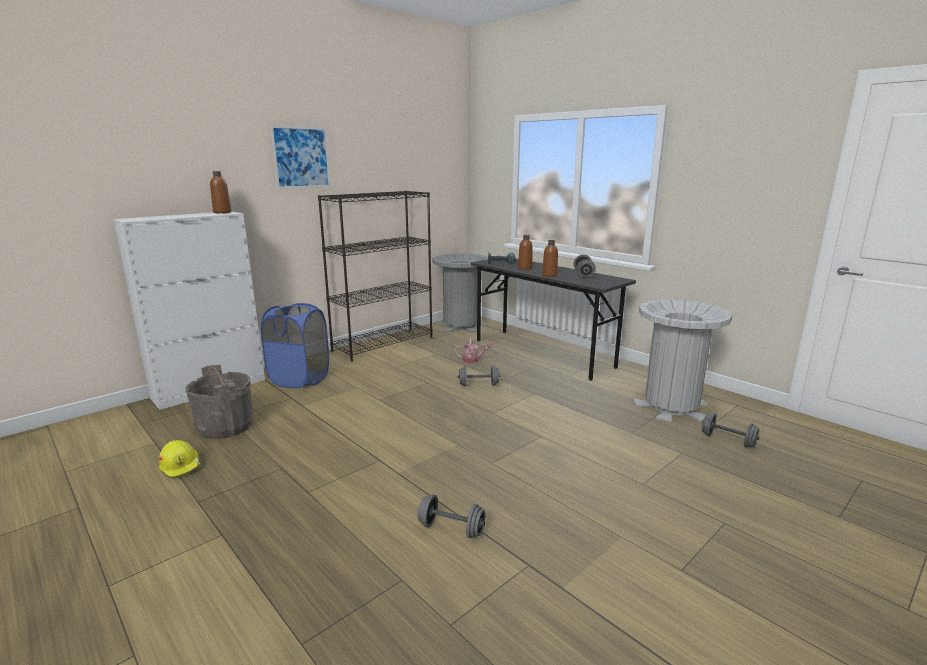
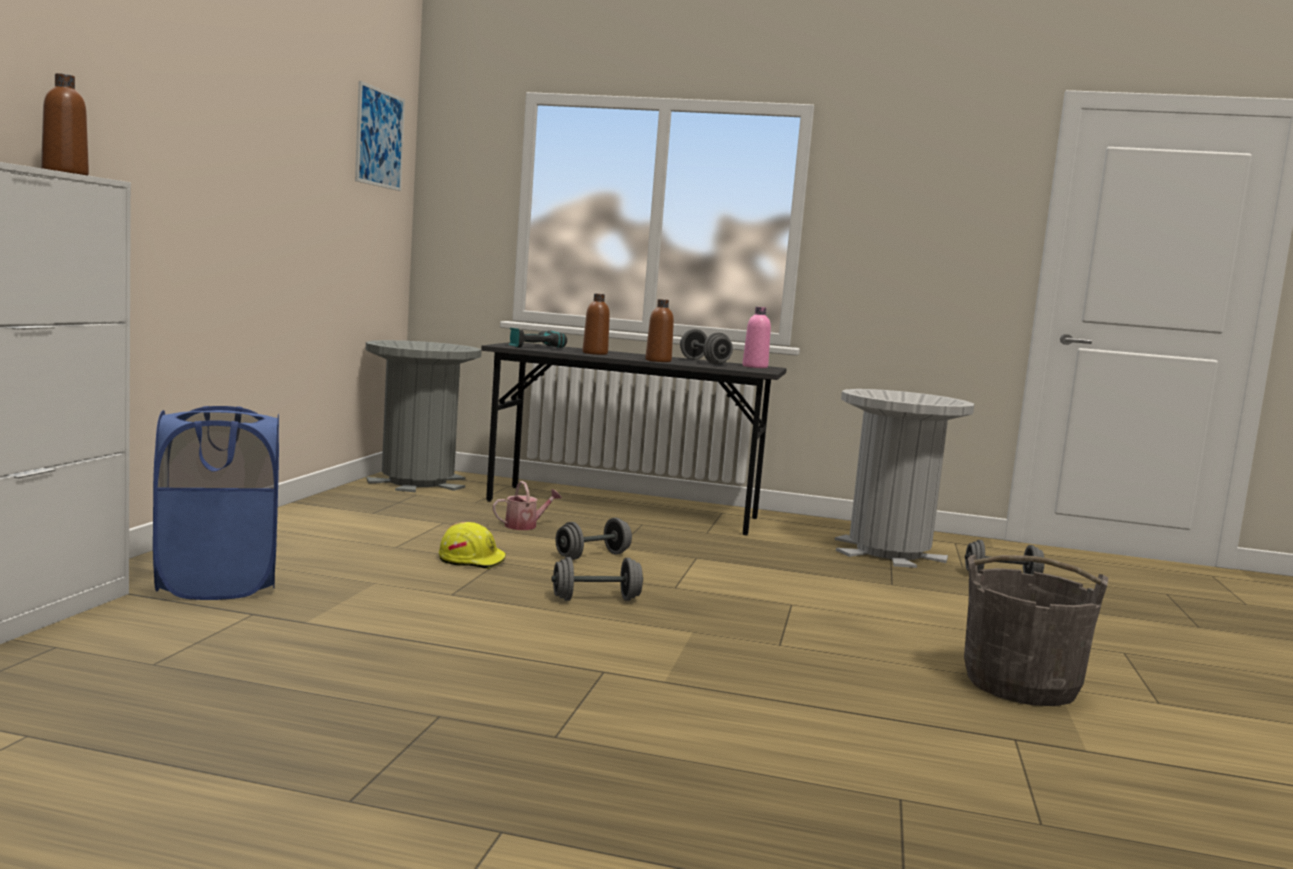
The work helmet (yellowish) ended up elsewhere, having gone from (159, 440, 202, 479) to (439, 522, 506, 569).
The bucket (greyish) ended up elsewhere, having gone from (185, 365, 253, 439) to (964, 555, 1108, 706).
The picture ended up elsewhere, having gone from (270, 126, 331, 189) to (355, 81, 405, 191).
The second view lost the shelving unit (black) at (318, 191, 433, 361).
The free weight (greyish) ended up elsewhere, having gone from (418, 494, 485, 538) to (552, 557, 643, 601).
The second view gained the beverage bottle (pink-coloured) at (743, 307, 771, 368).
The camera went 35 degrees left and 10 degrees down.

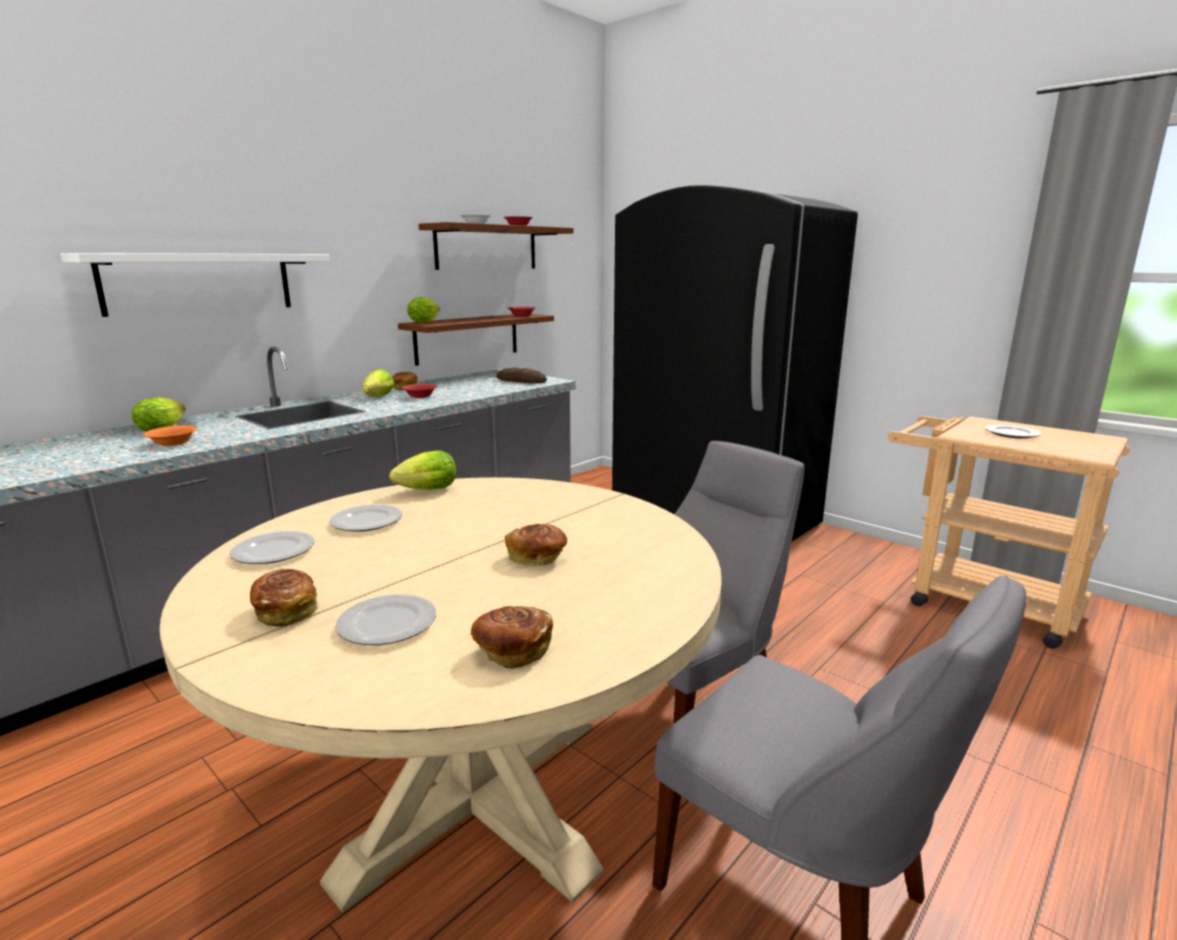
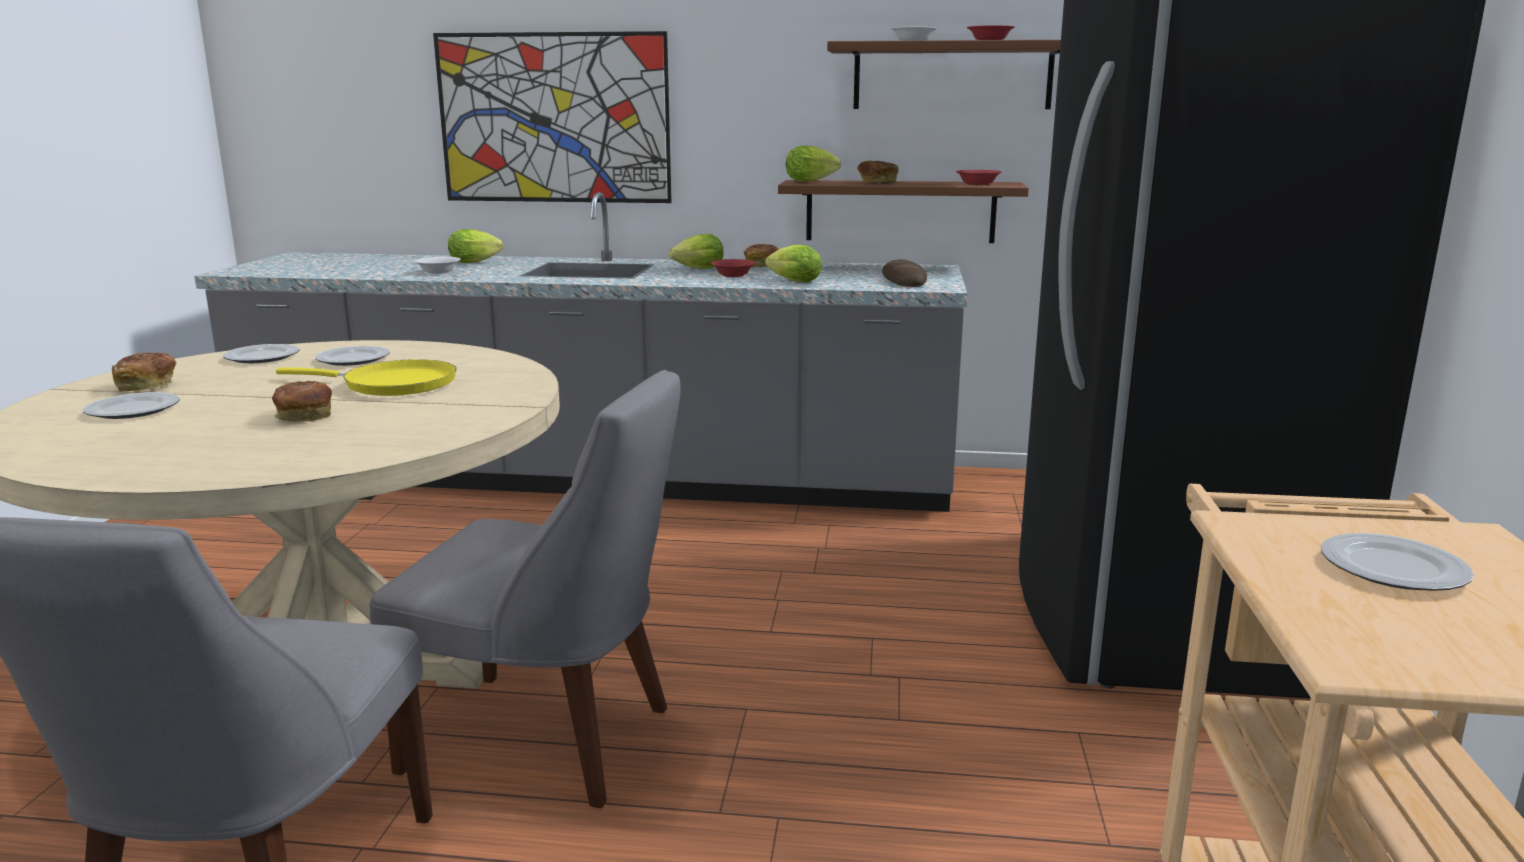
Where the bracket shelf (white-coloured) hung at (60, 253, 330, 317), the picture came to hang at (433, 31, 672, 203).
What was the deep dish (orange-coloured) at (143, 425, 197, 446) turned into the deep dish (white-coloured) at (414, 257, 461, 274).
The lettuce ended up elsewhere, having gone from (389, 451, 456, 490) to (765, 245, 822, 283).
The baked bread ended up elsewhere, having gone from (471, 606, 553, 669) to (857, 161, 899, 184).
The second view gained the skillet (yellowish) at (276, 359, 457, 396).
The camera went 55 degrees right and 0 degrees up.

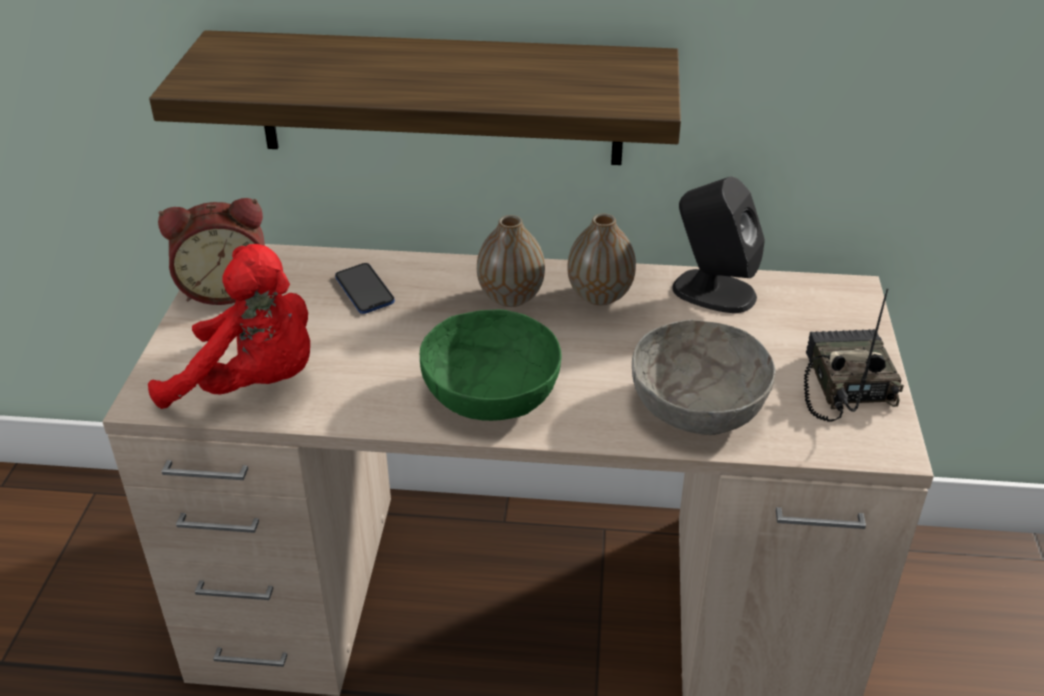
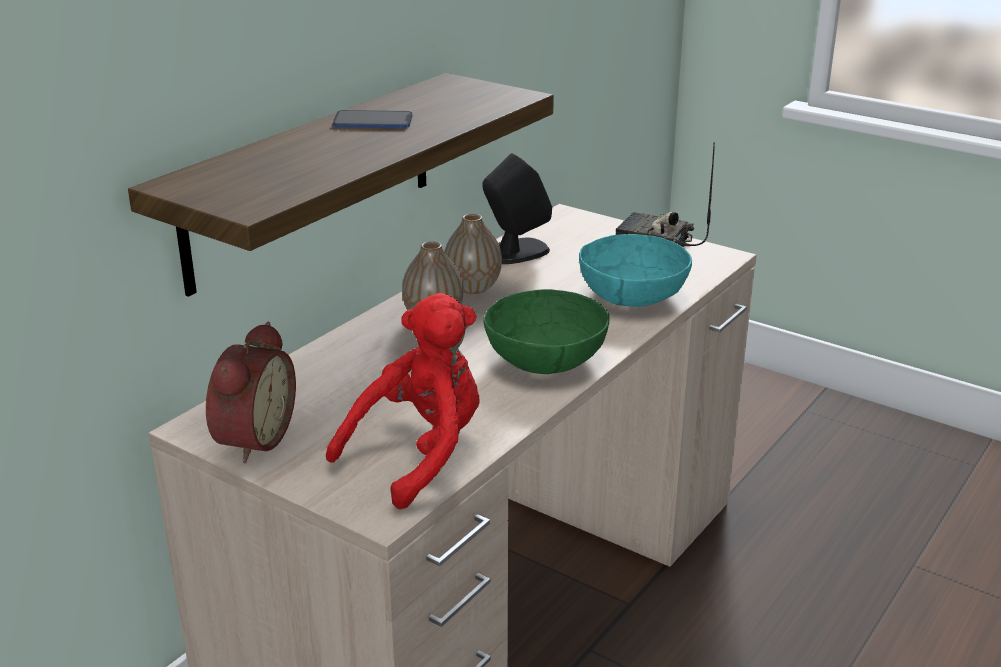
The telephone ended up elsewhere, having gone from (335, 263, 395, 314) to (333, 110, 412, 128).
What was the deep dish (greyish) at (632, 320, 776, 435) turned into the deep dish (blue-green) at (579, 234, 692, 307).
The camera went 60 degrees left and 10 degrees down.

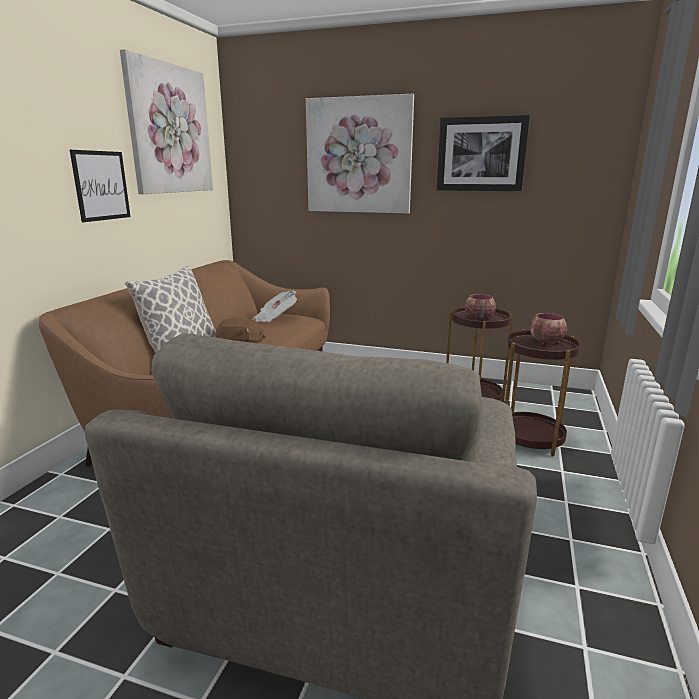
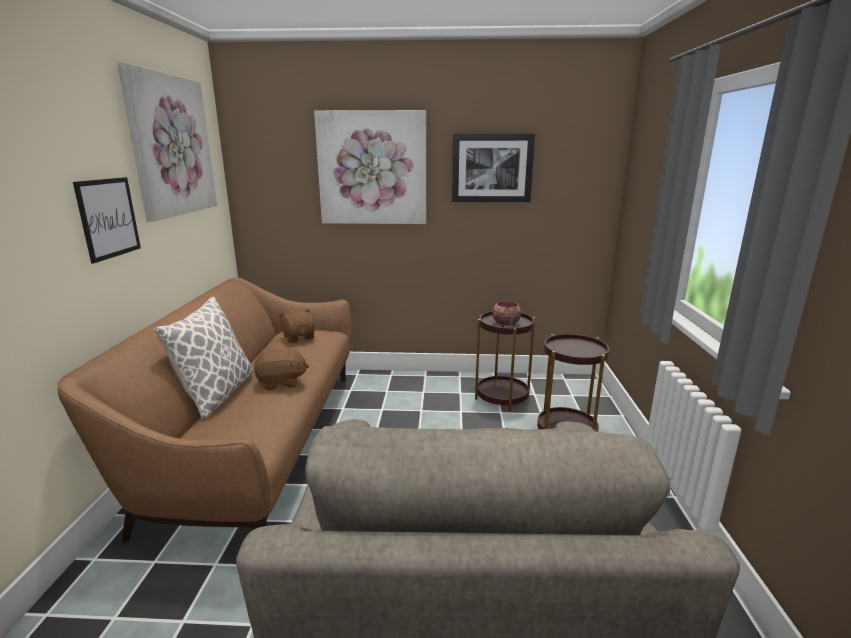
Where the printed paper stood at (252, 291, 297, 322), the soft toy (brown) came to stand at (278, 309, 315, 343).
The second view lost the deep dish at (529, 313, 567, 345).
The camera went 15 degrees left and 0 degrees up.

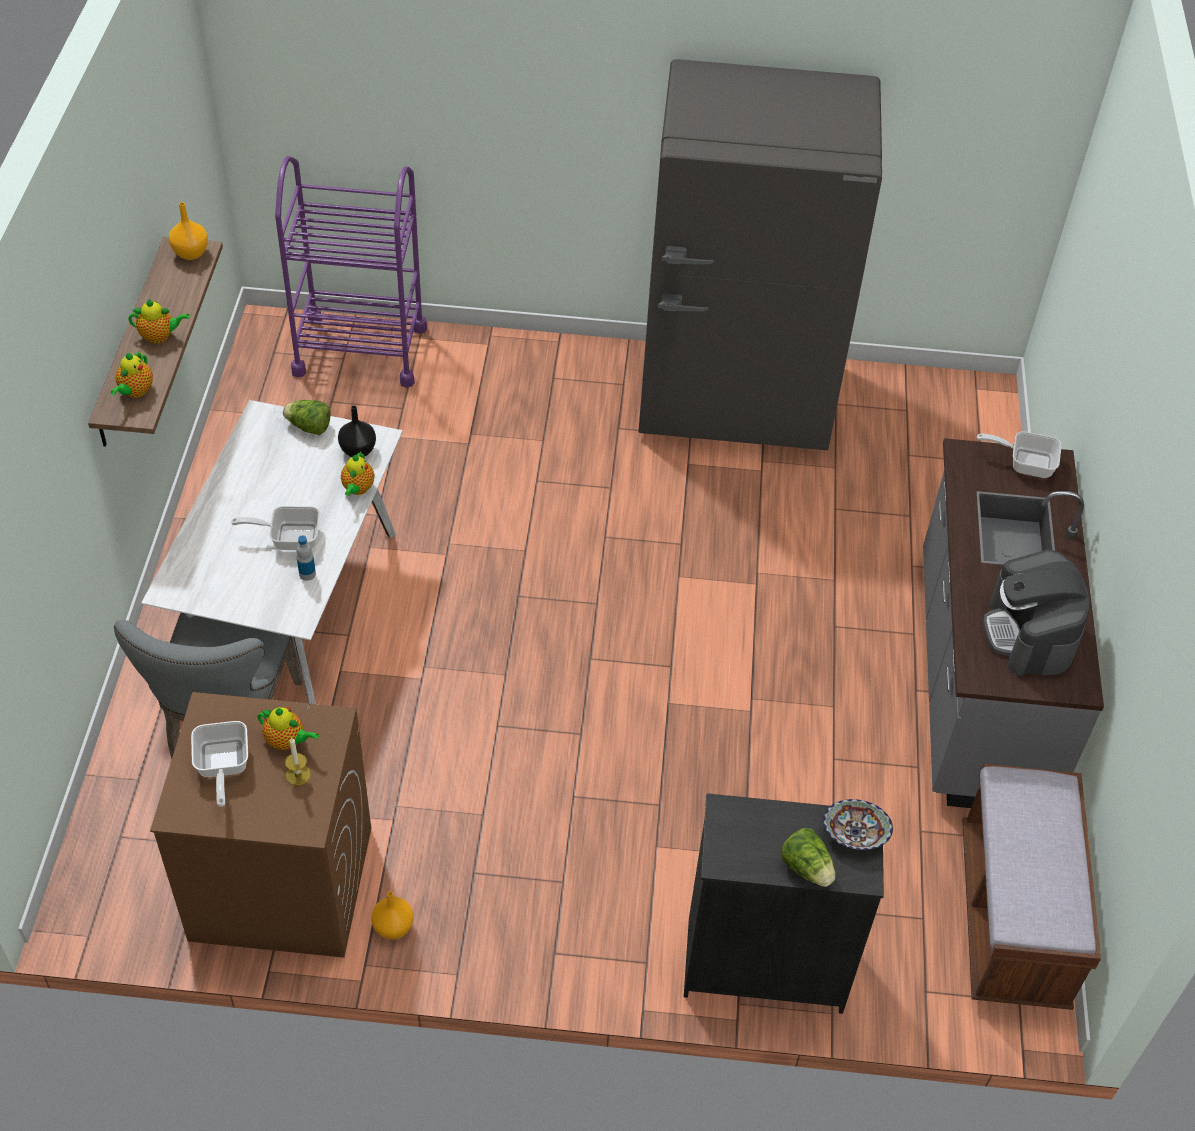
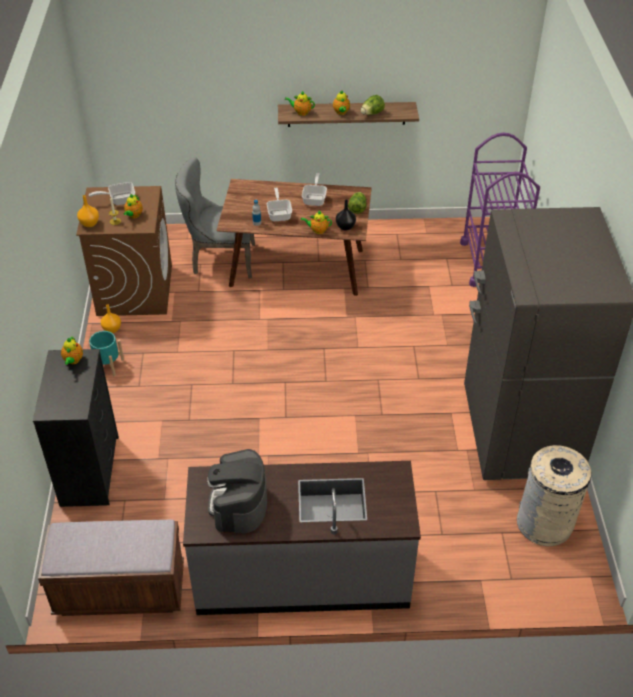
What was the kitchen table (white-coloured) at (141, 400, 403, 704) turned into the kitchen table (brown) at (216, 179, 372, 296).
The flower vase (orange-coloured) ended up elsewhere, having gone from (169, 202, 208, 260) to (77, 195, 99, 227).
The lettuce ended up elsewhere, having gone from (781, 828, 835, 887) to (361, 95, 385, 115).
The second view lost the deep dish at (823, 799, 893, 850).
The skillet ended up elsewhere, having gone from (977, 431, 1062, 478) to (302, 173, 327, 206).
The coffee brewer at (983, 549, 1090, 676) ended up facing another way, 75 degrees counterclockwise from before.
The second view gained the pot for tea at (61, 337, 83, 365).
The second view gained the planter (blue-green) at (89, 331, 124, 376).
The second view gained the waste bin (beige) at (517, 445, 592, 546).
The camera went 85 degrees right and 5 degrees down.

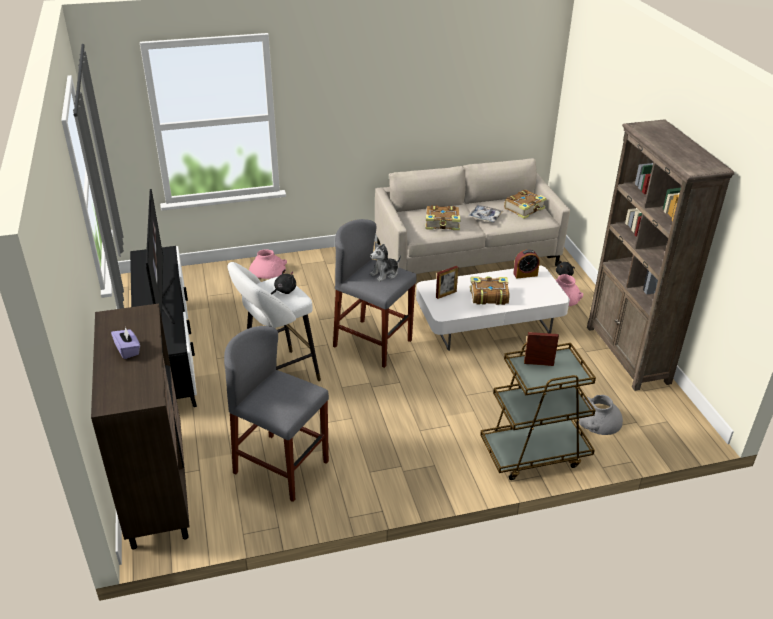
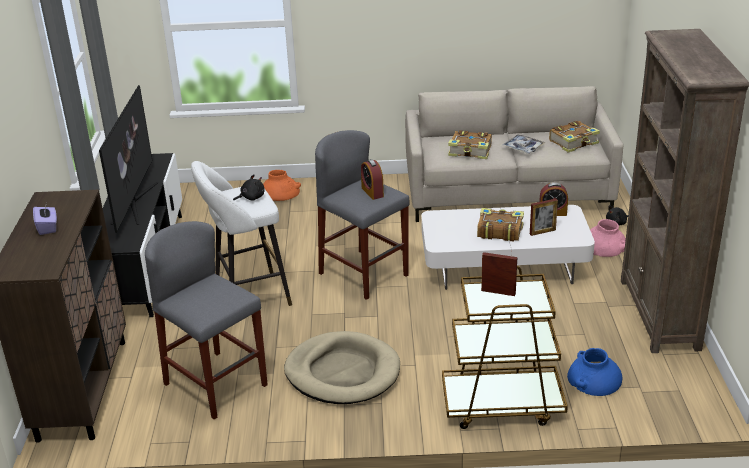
What was the flower vase (pink-coloured) at (249, 249, 287, 279) turned into the flower vase (orange-coloured) at (263, 170, 301, 201).
Where the soft toy stood at (370, 242, 401, 282), the table clock came to stand at (361, 159, 384, 200).
The photo frame ended up elsewhere, having gone from (436, 266, 458, 299) to (530, 199, 558, 236).
What was the flower vase (greyish) at (579, 395, 623, 435) turned into the flower vase (blue-coloured) at (567, 348, 622, 396).
The second view gained the pet bed (beige) at (284, 331, 400, 404).
The camera went 15 degrees right and 5 degrees down.

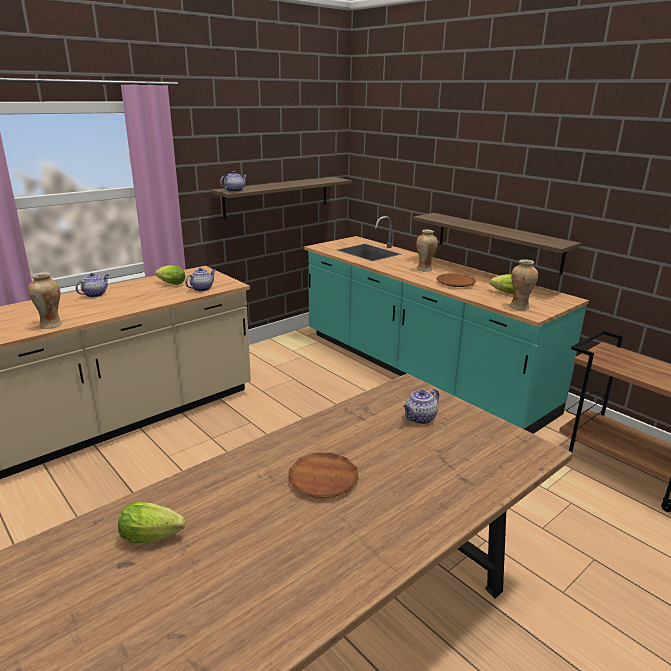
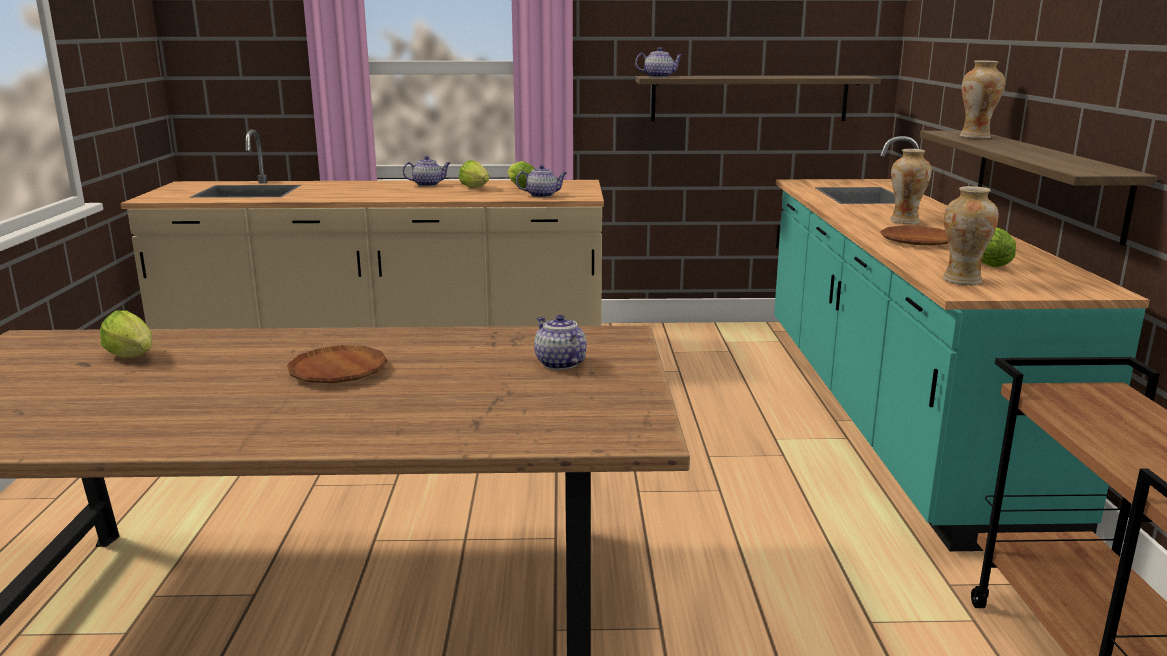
The flower vase ended up elsewhere, having gone from (28, 272, 62, 329) to (959, 60, 1005, 139).
The pot for tea at (403, 389, 439, 424) ended up facing another way, 60 degrees clockwise from before.
The second view gained the lettuce at (459, 160, 489, 188).
The camera went 40 degrees right and 5 degrees down.

